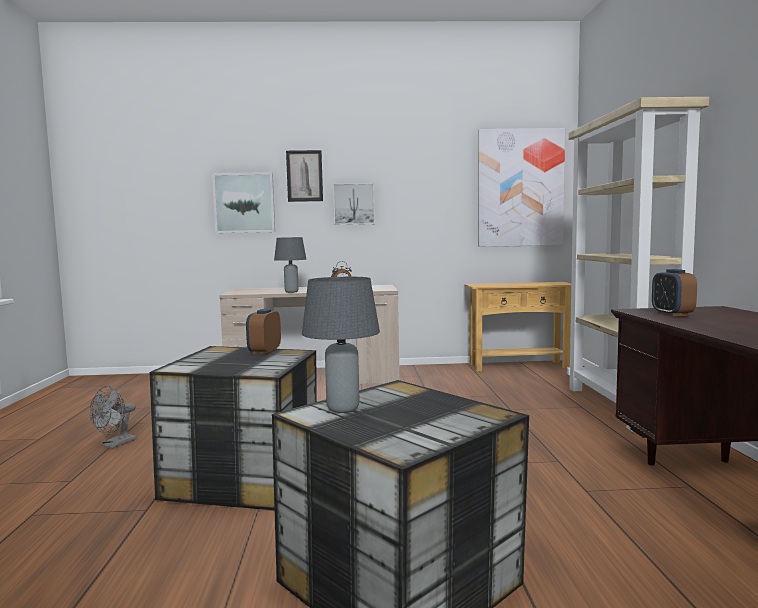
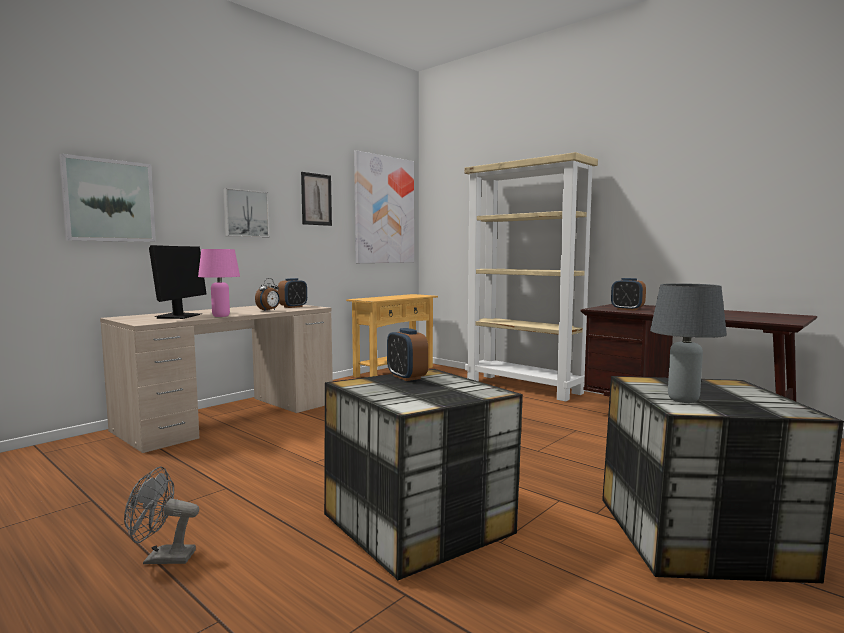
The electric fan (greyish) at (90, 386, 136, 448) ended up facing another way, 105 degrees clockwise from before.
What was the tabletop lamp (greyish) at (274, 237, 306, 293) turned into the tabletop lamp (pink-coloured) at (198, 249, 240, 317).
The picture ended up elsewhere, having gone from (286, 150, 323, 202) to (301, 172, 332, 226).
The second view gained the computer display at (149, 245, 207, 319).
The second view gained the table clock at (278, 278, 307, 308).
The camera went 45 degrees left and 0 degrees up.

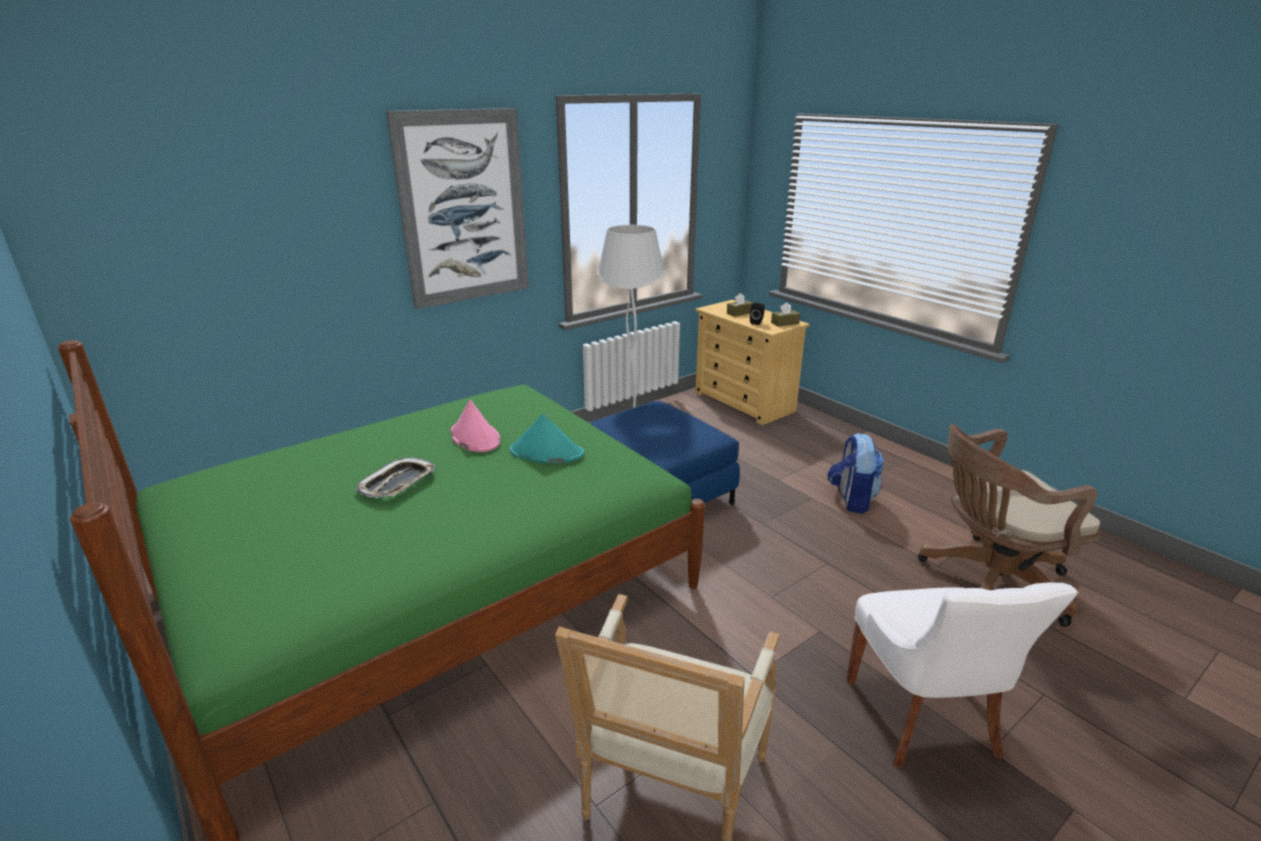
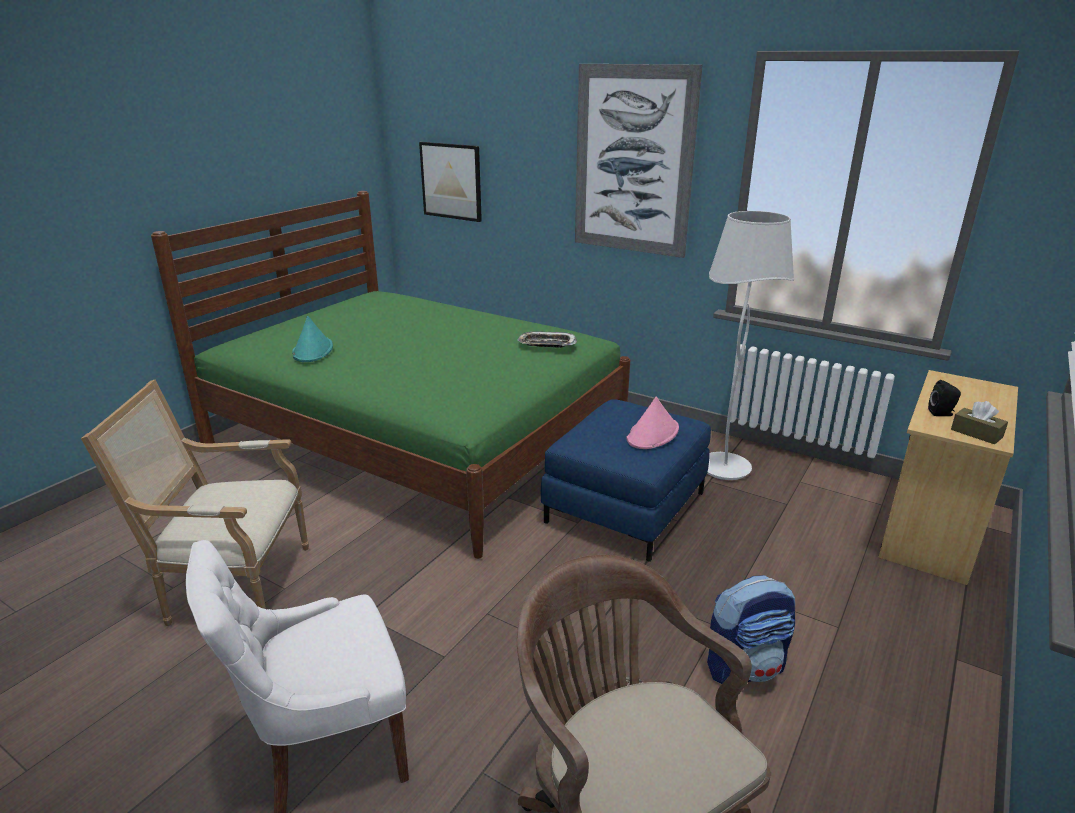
The carrying tray ended up elsewhere, having gone from (355, 457, 435, 497) to (518, 331, 577, 348).
The wearable hat (pink-coloured) ended up elsewhere, having gone from (451, 400, 500, 452) to (627, 397, 679, 449).
The wearable hat (blue-green) ended up elsewhere, having gone from (510, 414, 584, 463) to (292, 316, 333, 362).
The second view lost the box of tissues (brown) at (727, 293, 752, 317).
The second view gained the picture at (419, 142, 482, 222).
The camera went 70 degrees right and 0 degrees up.

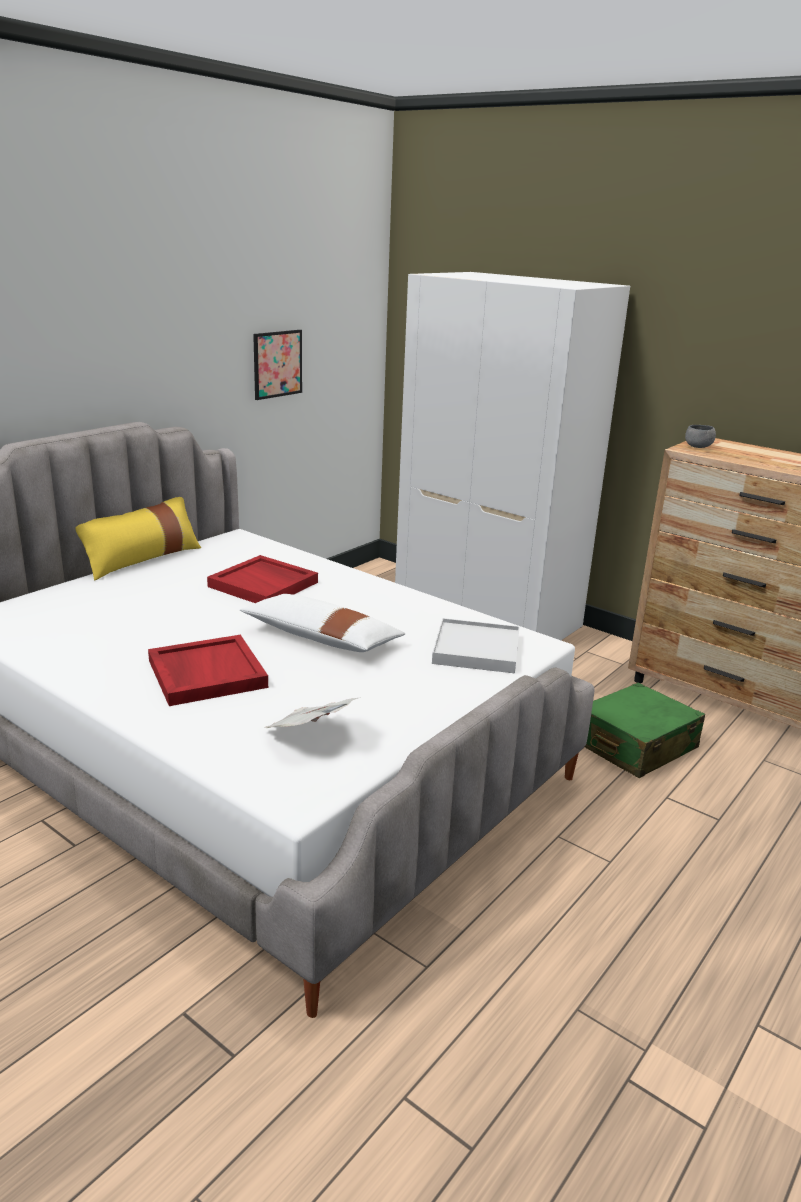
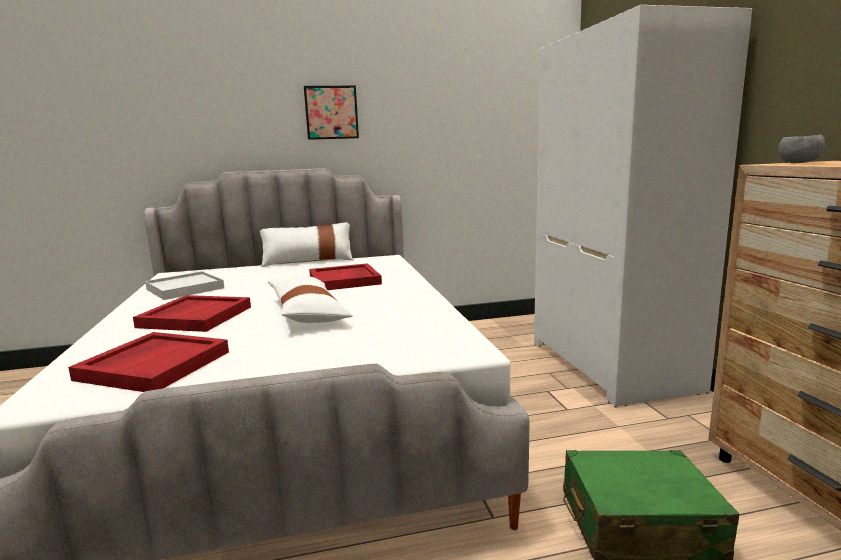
What was the throw pillow (yellowish) at (75, 497, 201, 581) turned into the throw pillow (white-coloured) at (260, 223, 353, 267).
The picture ended up elsewhere, having gone from (253, 330, 302, 400) to (304, 86, 359, 140).
Where the printed paper stood at (264, 697, 361, 728), the carrying tray (reddish) came to stand at (68, 332, 229, 392).
The carrying tray (white-coloured) ended up elsewhere, having gone from (432, 618, 519, 673) to (145, 271, 224, 300).
The camera went 40 degrees right and 10 degrees down.

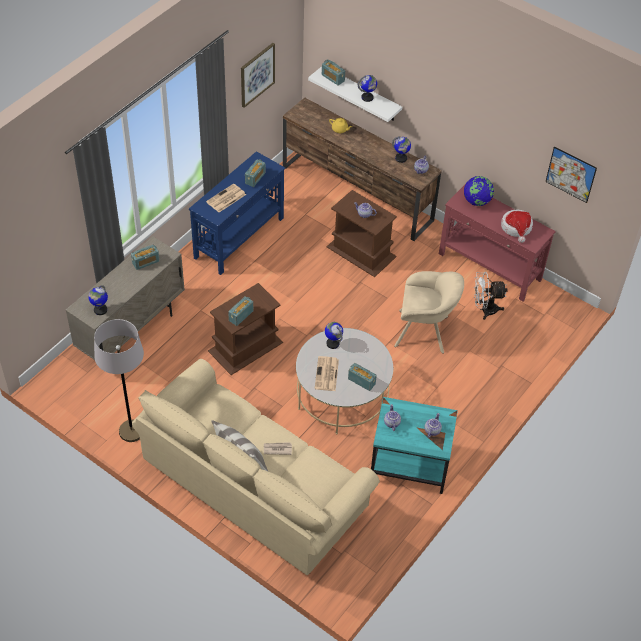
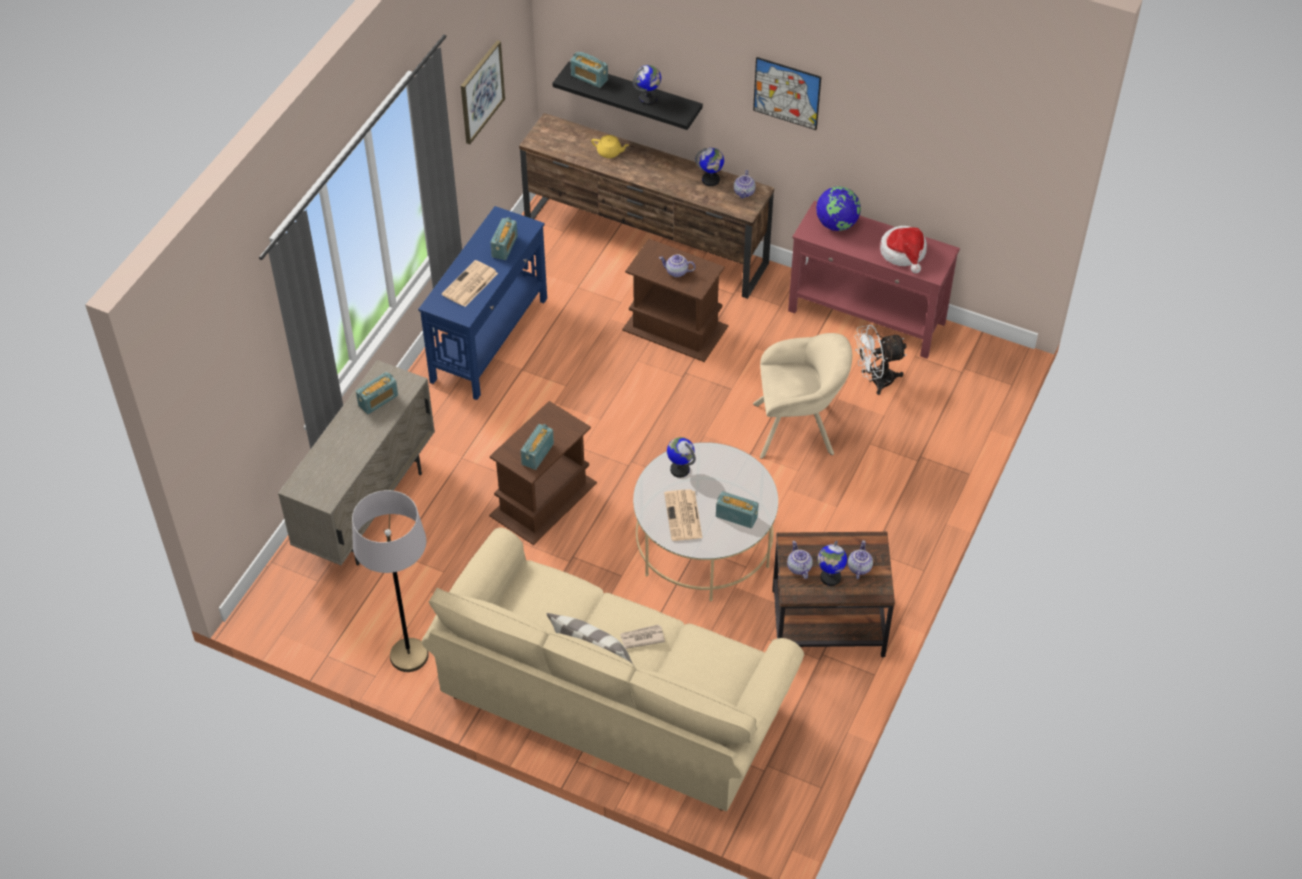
The globe ended up elsewhere, having gone from (88, 285, 108, 315) to (818, 540, 847, 586).
What was the bracket shelf (white-coloured) at (308, 66, 402, 122) turned into the bracket shelf (black) at (553, 62, 703, 130).
What was the side table (blue-green) at (371, 397, 458, 494) turned into the side table (brown) at (772, 532, 895, 657).
The picture ended up elsewhere, having gone from (545, 146, 597, 203) to (753, 57, 821, 130).
The camera went 10 degrees left and 0 degrees up.

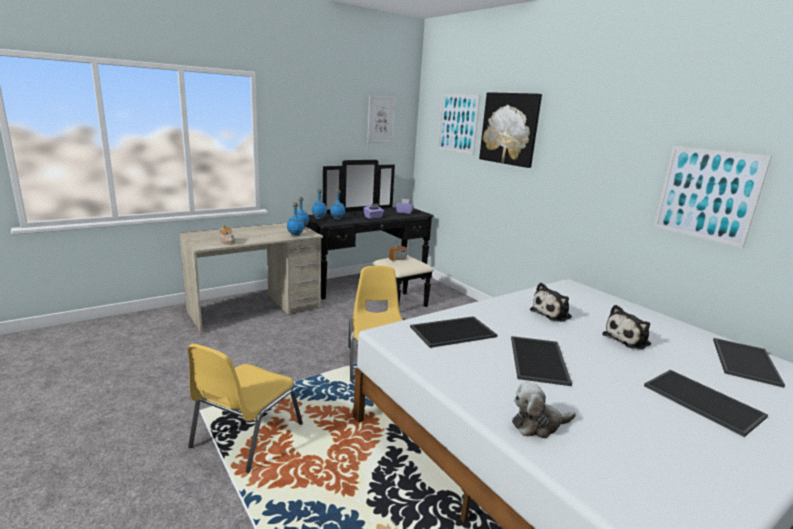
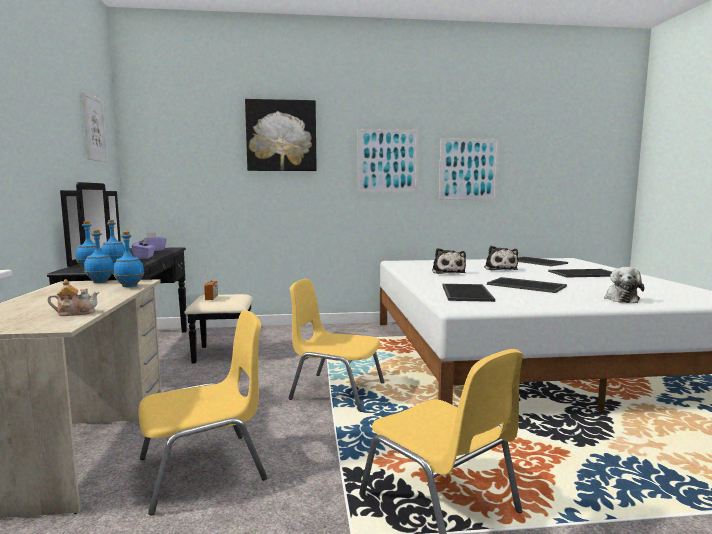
The picture ended up elsewhere, having gone from (437, 94, 480, 155) to (358, 129, 418, 192).
The second view gained the plain chair (yellowish) at (138, 310, 267, 515).
The camera went 60 degrees left and 10 degrees down.

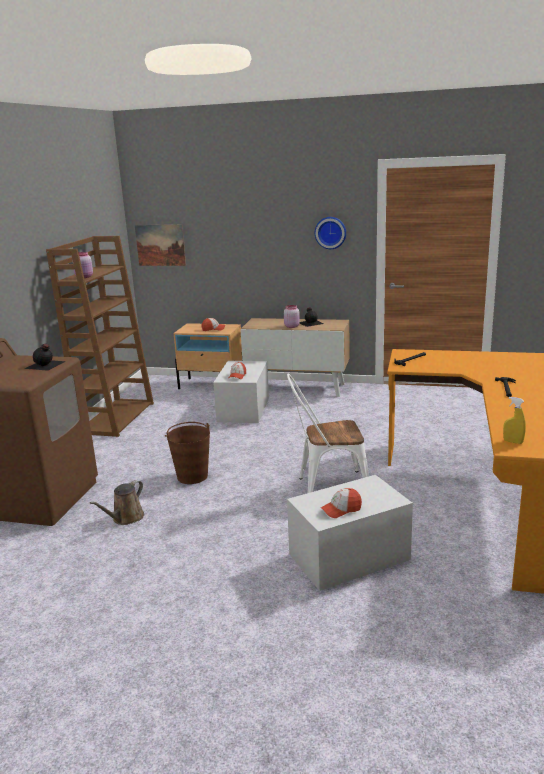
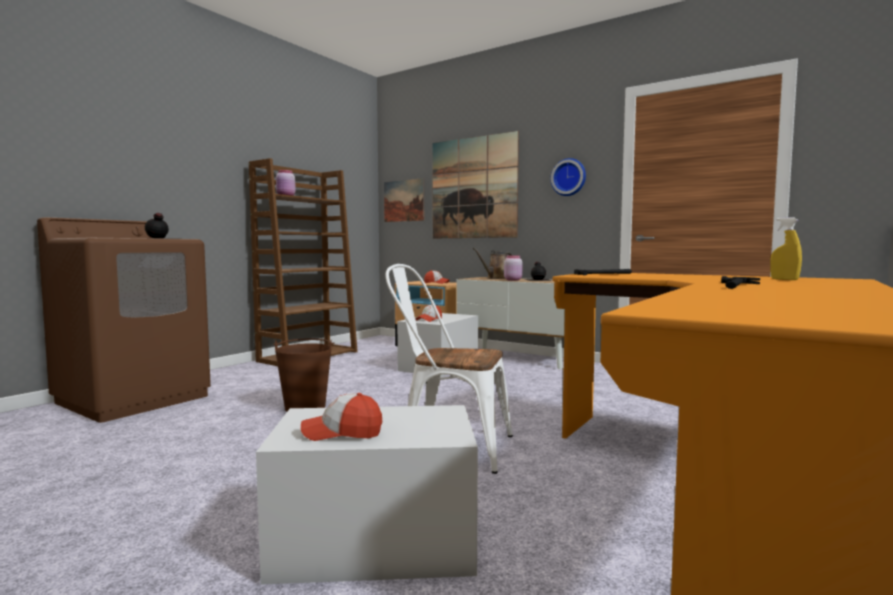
The watering can (brown) ended up elsewhere, having gone from (90, 480, 144, 525) to (472, 248, 512, 279).
The spray bottle (yellowish) ended up elsewhere, having gone from (503, 397, 526, 444) to (770, 217, 802, 280).
The second view gained the picture at (432, 131, 519, 238).
The camera went 20 degrees right and 15 degrees down.

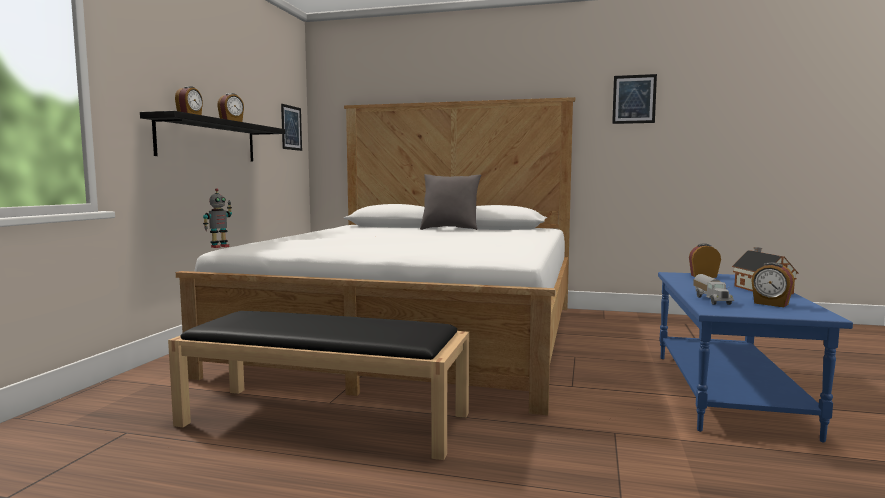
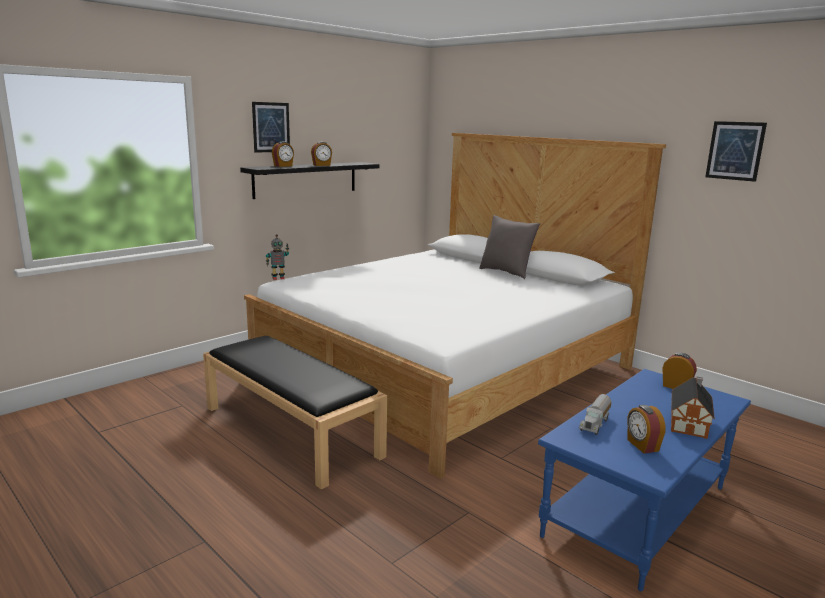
The picture ended up elsewhere, having gone from (281, 104, 302, 151) to (252, 102, 290, 153).
The camera went 30 degrees right and 10 degrees up.

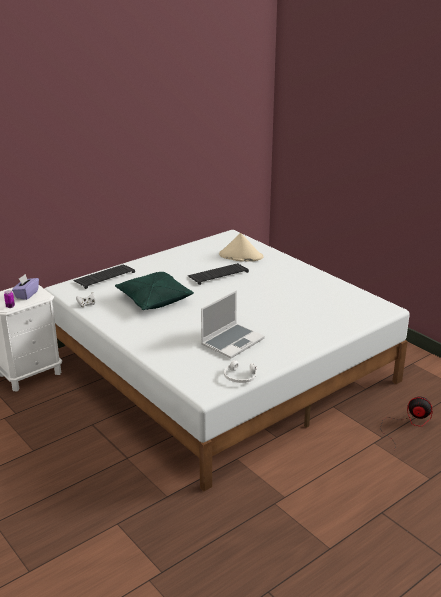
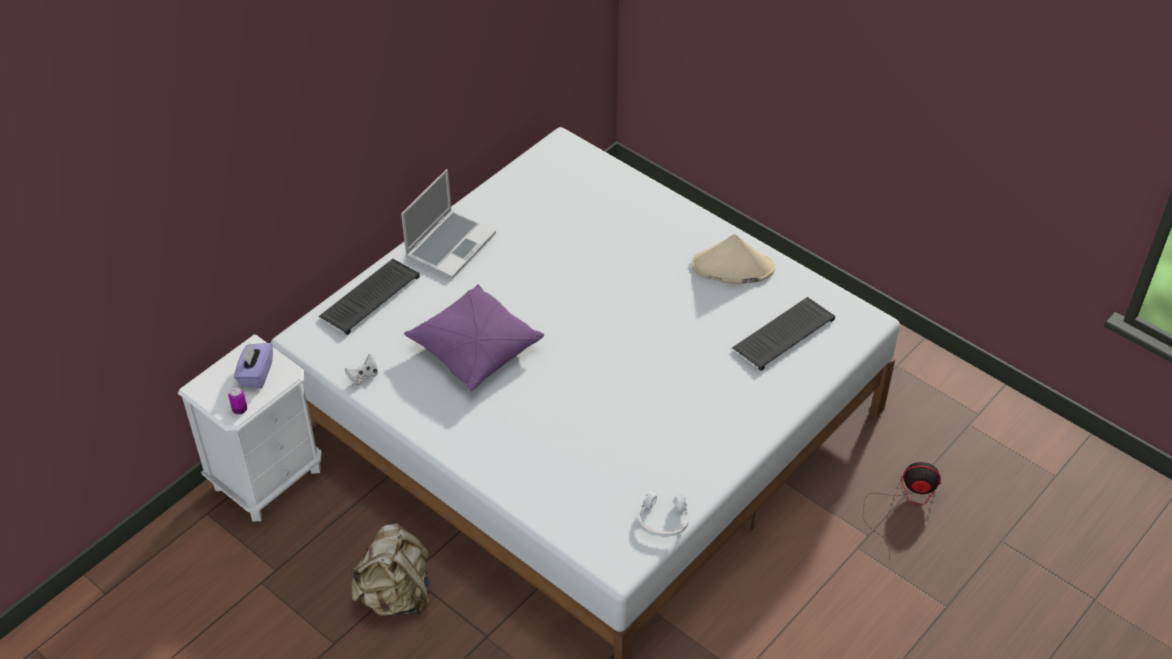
What was the throw pillow (green-coloured) at (115, 272, 194, 310) turned into the throw pillow (purple) at (404, 284, 544, 391).
The keyboard ended up elsewhere, having gone from (188, 263, 249, 285) to (732, 297, 835, 371).
The laptop ended up elsewhere, having gone from (201, 290, 265, 358) to (401, 169, 496, 278).
The wearable hat (beige) ended up elsewhere, having gone from (219, 233, 263, 262) to (691, 234, 775, 284).
The second view gained the rucksack (beige) at (350, 523, 430, 616).
The camera went 10 degrees left and 20 degrees up.

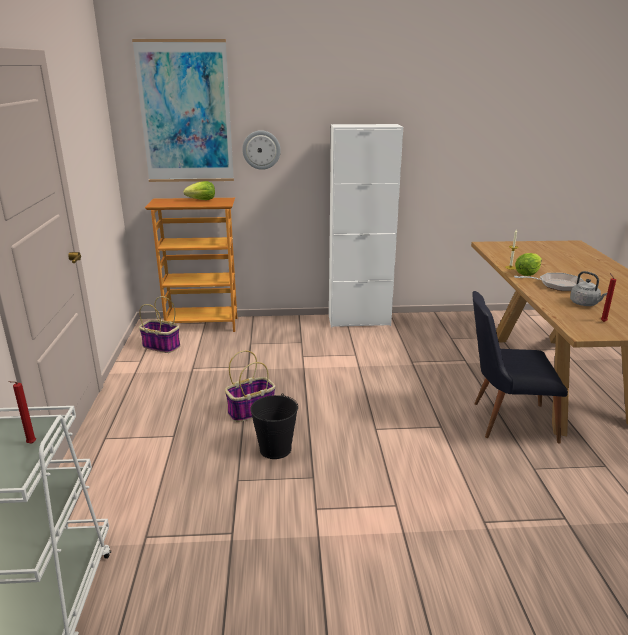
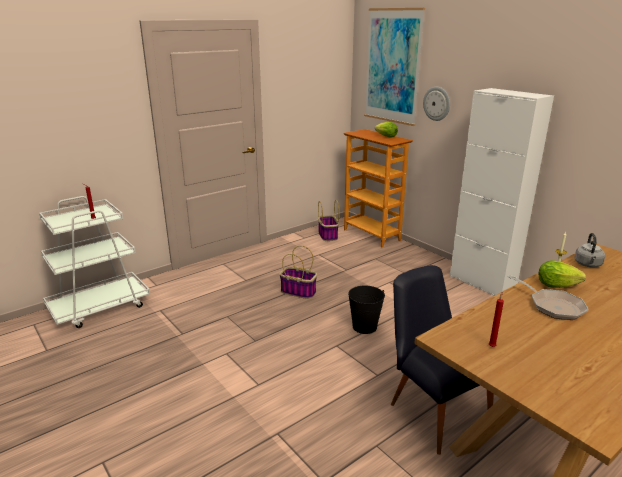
The bucket (black) ended up elsewhere, having gone from (250, 393, 298, 459) to (348, 285, 385, 334).
The kettle (greyish) ended up elsewhere, having gone from (570, 271, 607, 306) to (575, 233, 605, 268).
The camera went 55 degrees right and 0 degrees up.

